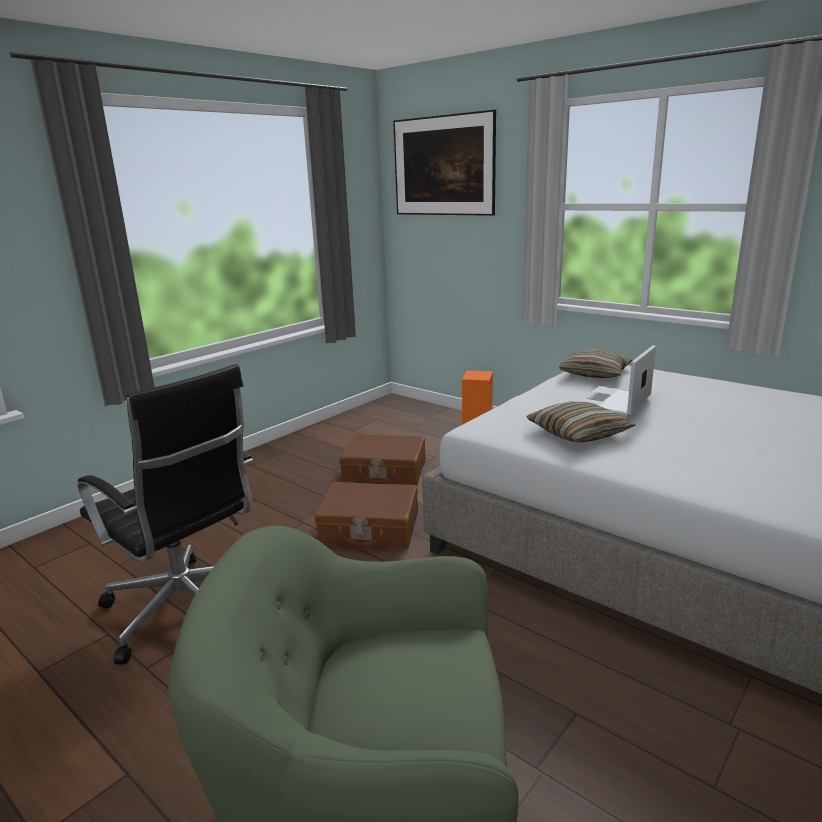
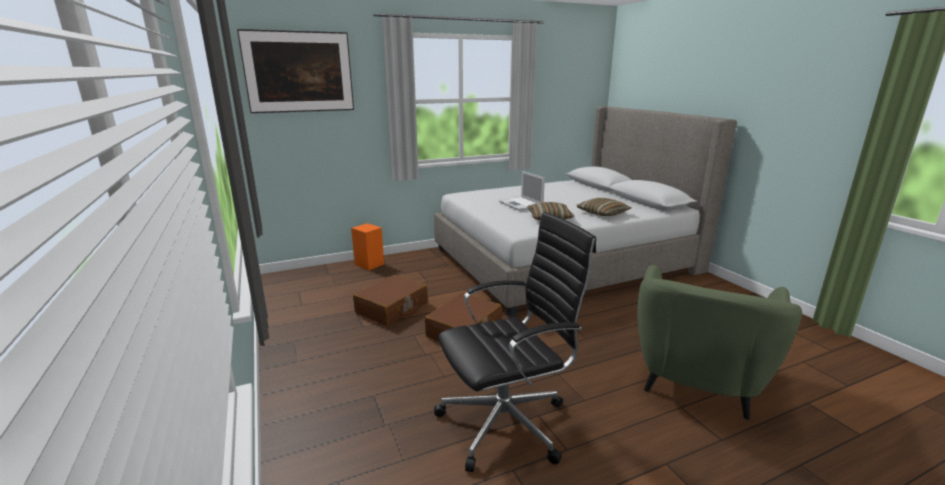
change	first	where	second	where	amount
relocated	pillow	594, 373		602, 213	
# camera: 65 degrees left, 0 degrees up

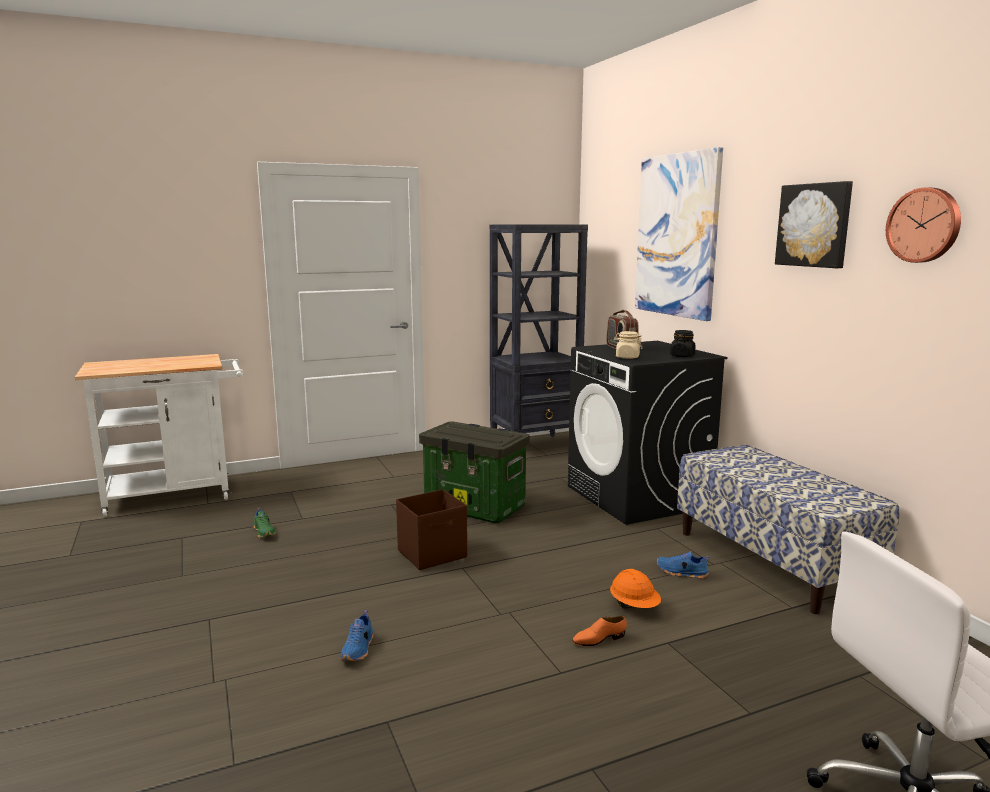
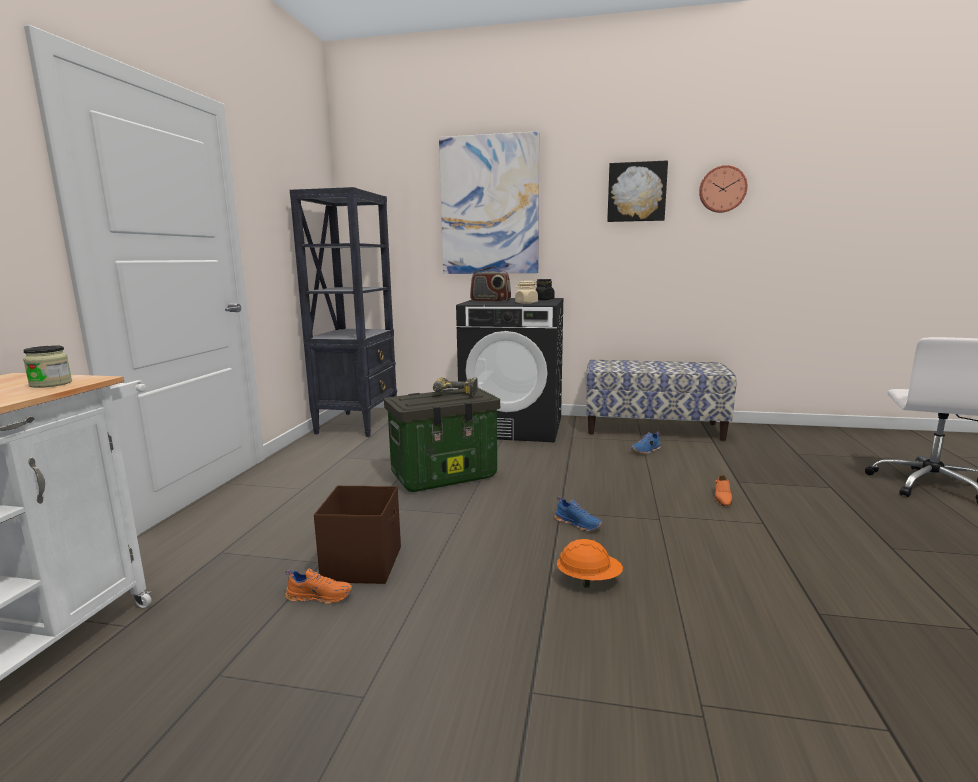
change	first	where	second	where	amount
appeared			jar	51, 384	
colour	shoe (green)	265, 532	shoe (orange)	320, 596	
relocated	storage box (brown)	433, 554		363, 564	
appeared			power drill	453, 395	
relocated	shoe (blue)	359, 649		578, 524	
relocated	hard hat (orange)	634, 607		589, 580	
# camera: 55 degrees left, 0 degrees up

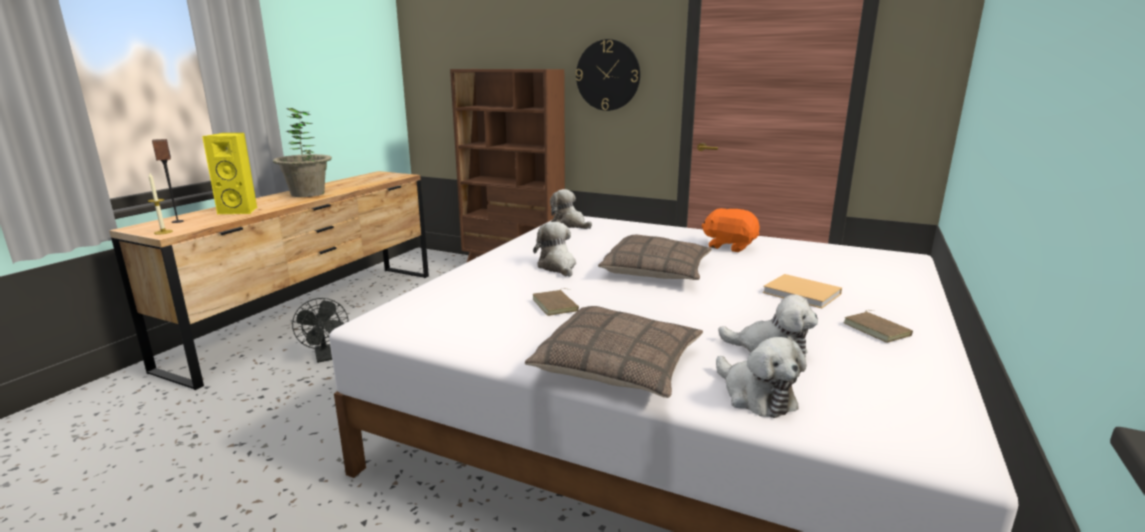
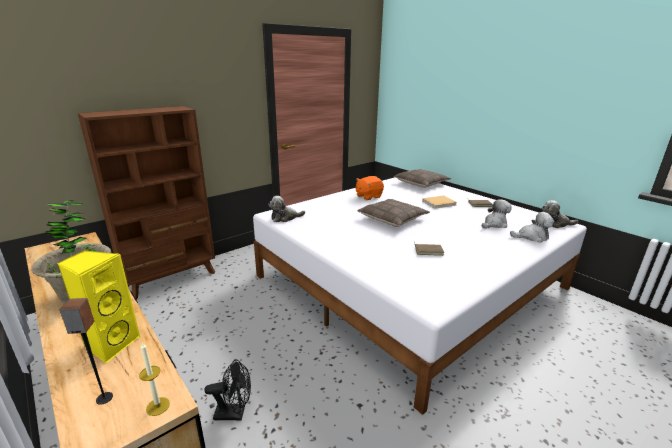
change	first	where	second	where	amount
relocated	pillow	618, 365		421, 183	
relocated	plush toy	557, 267		555, 224	
missing	wall clock	608, 75			
# camera: 65 degrees left, 5 degrees up

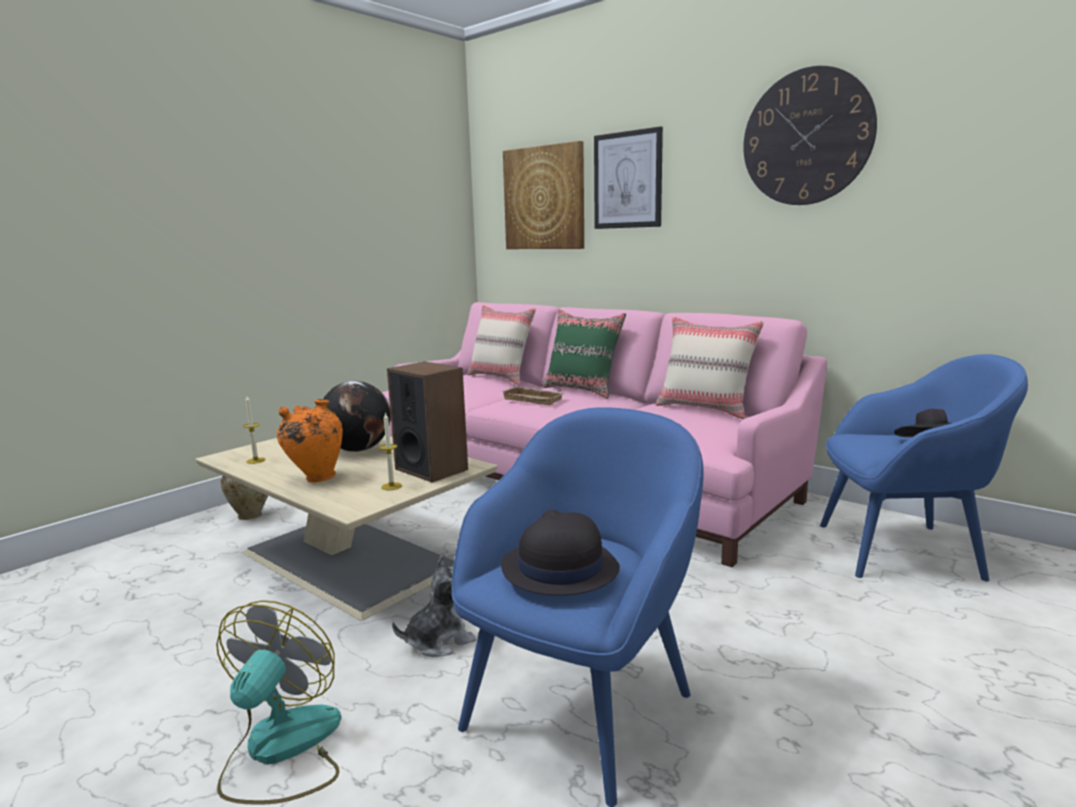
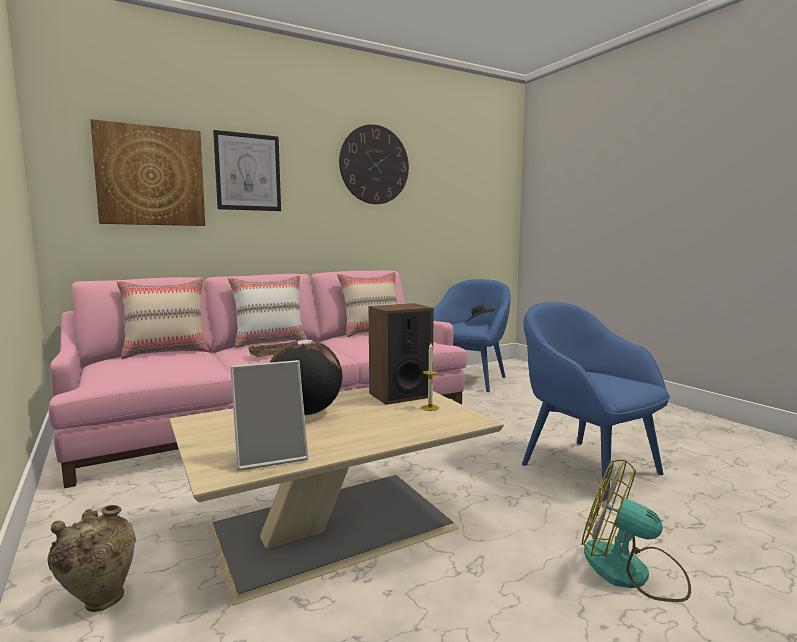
change	first	where	second	where	amount
colour	pillow (green)	582, 390	pillow (white)	270, 342	
exchanged	candle	256, 460	picture frame	271, 456	
missing	vase (orange)	316, 478			
missing	plush toy	439, 641			
missing	hat (black)	559, 568			
# camera: 70 degrees left, 5 degrees down

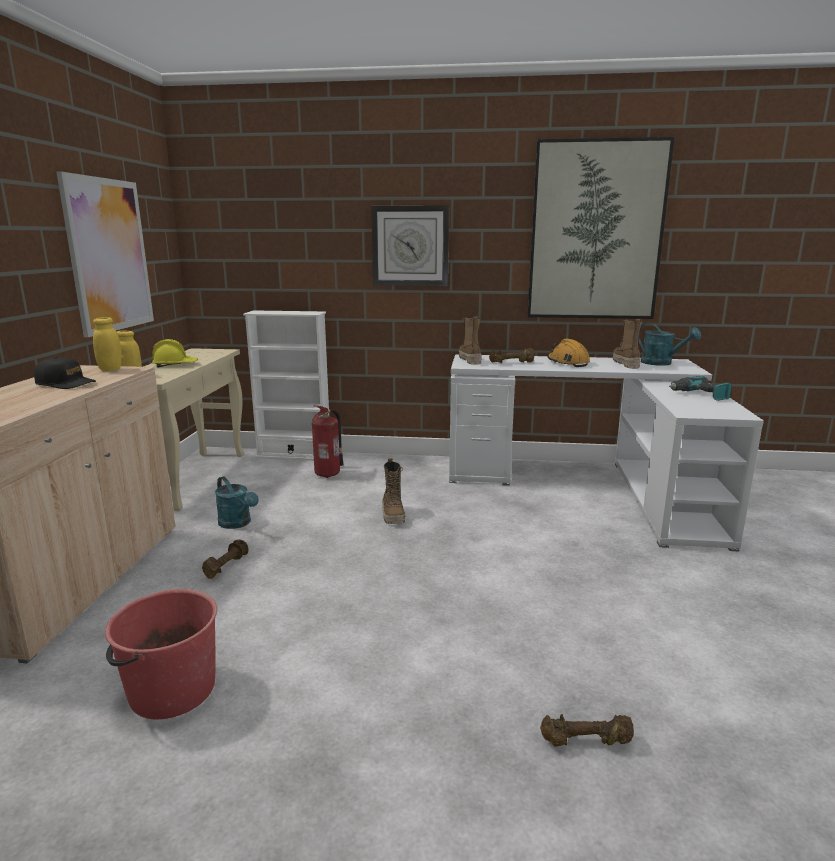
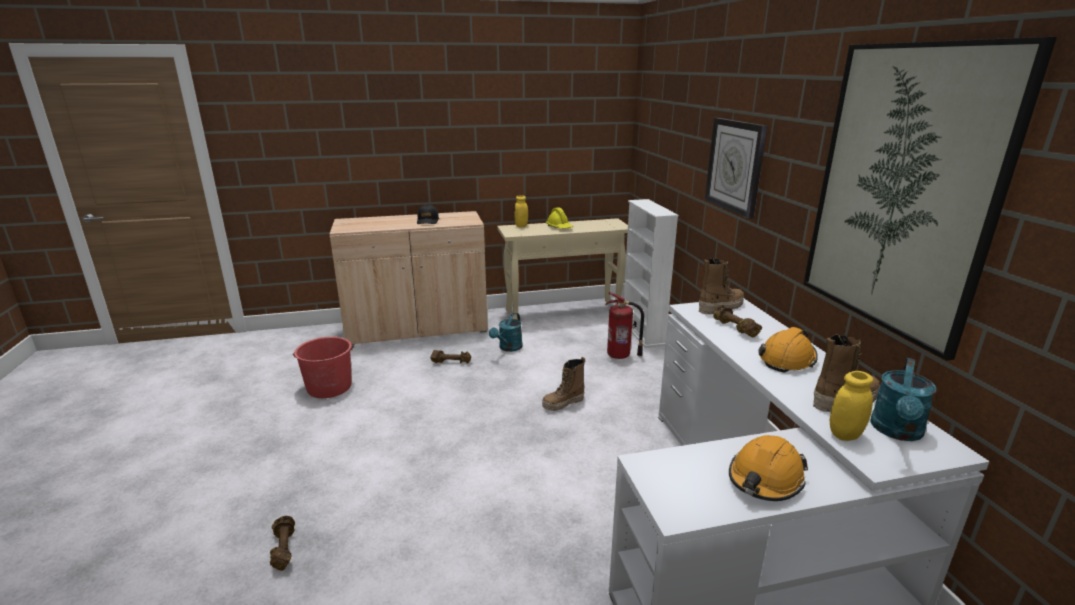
change	first	where	second	where	amount
exchanged	power drill	699, 395	hard hat (orange)	765, 479	
relocated	jar (yellow)	110, 369		845, 434	
missing	picture	109, 255			
# camera: 70 degrees right, 5 degrees up

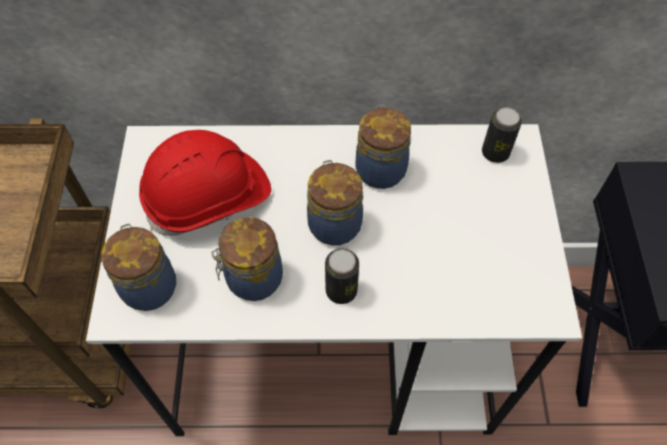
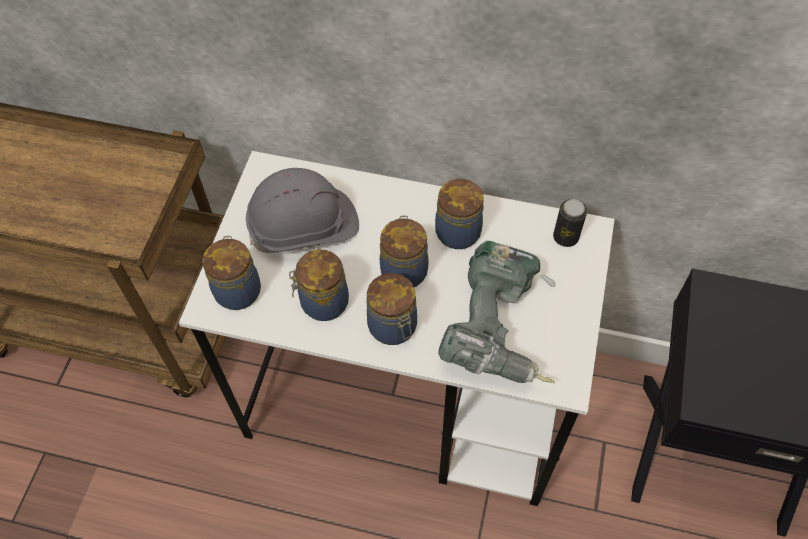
change	first	where	second	where	amount
colour	hard hat (red)	209, 198	hard hat (grey)	304, 227	
exchanged	can	341, 290	jar	393, 328	
appeared			power drill	502, 330	
# camera: 15 degrees right, 0 degrees up

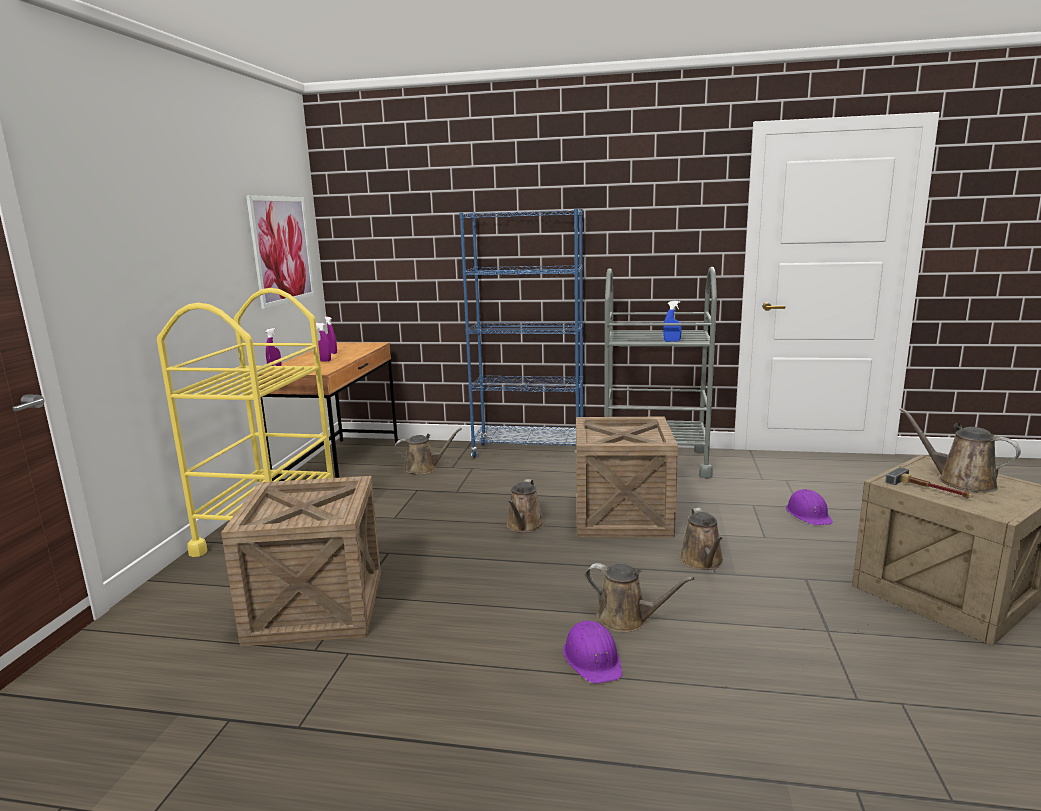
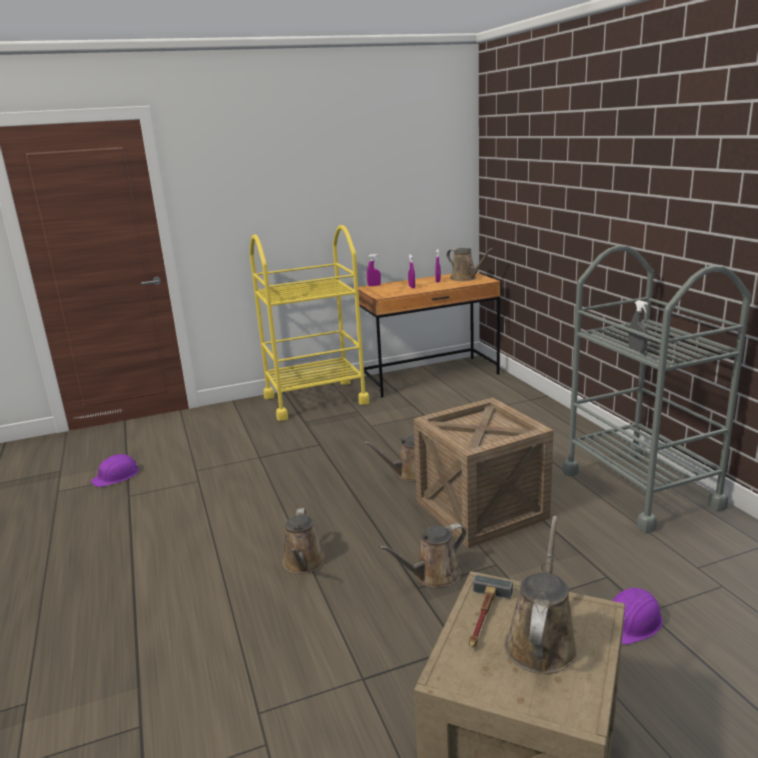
change	first	where	second	where	amount
relocated	hard hat (purple)	592, 659		116, 476	
relocated	watering can (brown)	424, 468		465, 278	
colour	spray bottle (blue)	672, 341	spray bottle (grey)	637, 350	
missing	crate	316, 607			
missing	picture	282, 250			
missing	bookcase (blue)	529, 452			
# camera: 60 degrees right, 5 degrees up

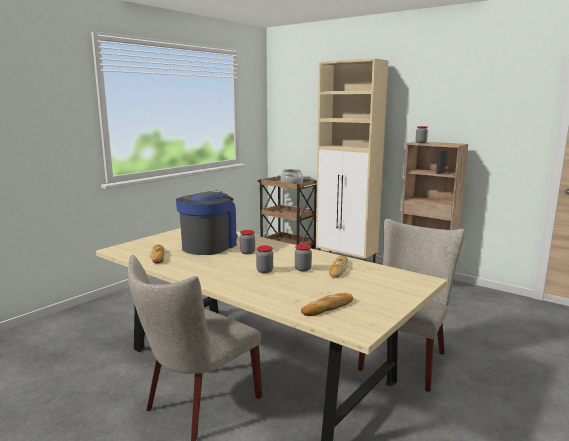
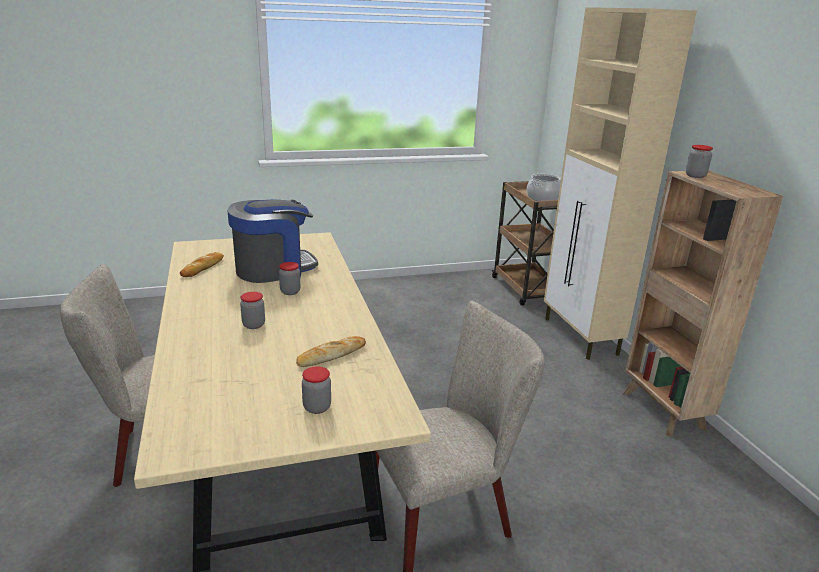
change	first	where	second	where	amount
relocated	jar	303, 269		317, 407	
missing	bread	328, 307			
# camera: 35 degrees right, 10 degrees up

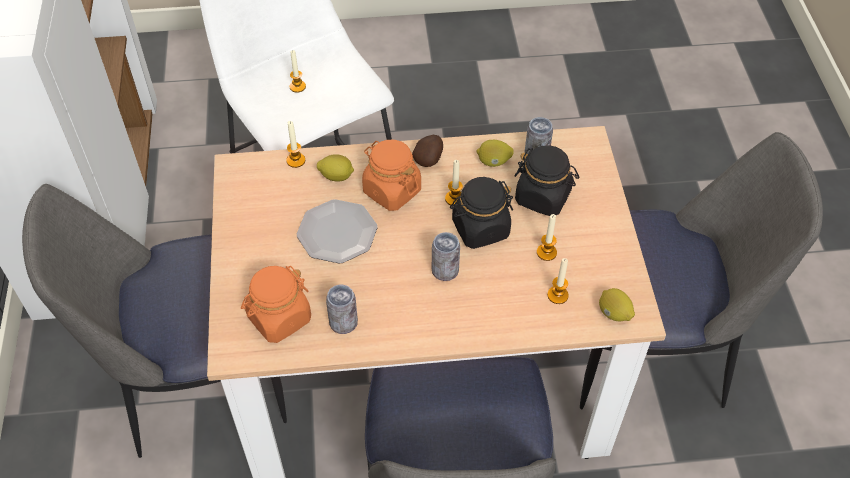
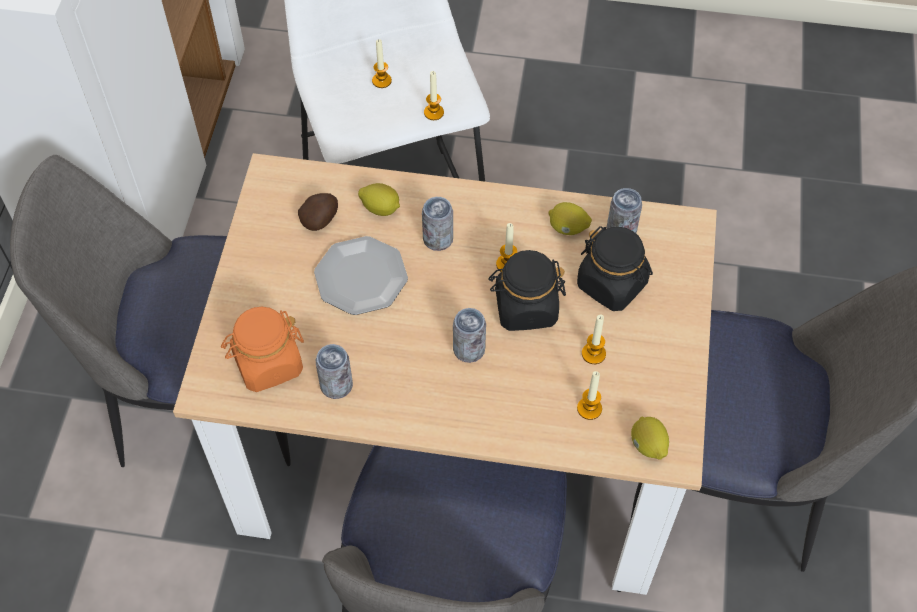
change	first	where	second	where	amount
relocated	potato	429, 159		320, 220	
exchanged	jar (orange)	391, 191	can	438, 239	
relocated	candle	296, 160		433, 112	
# camera: 15 degrees right, 5 degrees up

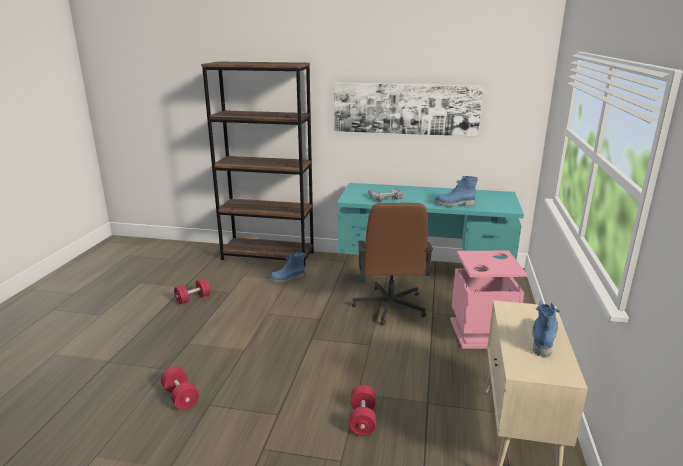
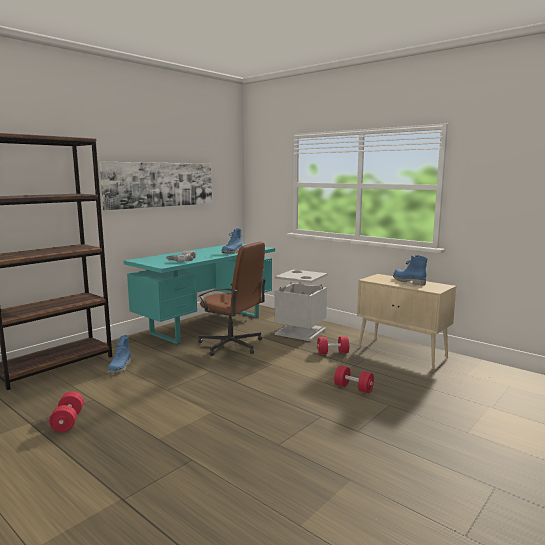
change	first	where	second	where	amount
colour	trash can (pink)	481, 333	trash can (grey)	300, 332	
relocated	dumbbell (red)	180, 397		332, 353	
# camera: 60 degrees left, 10 degrees down

